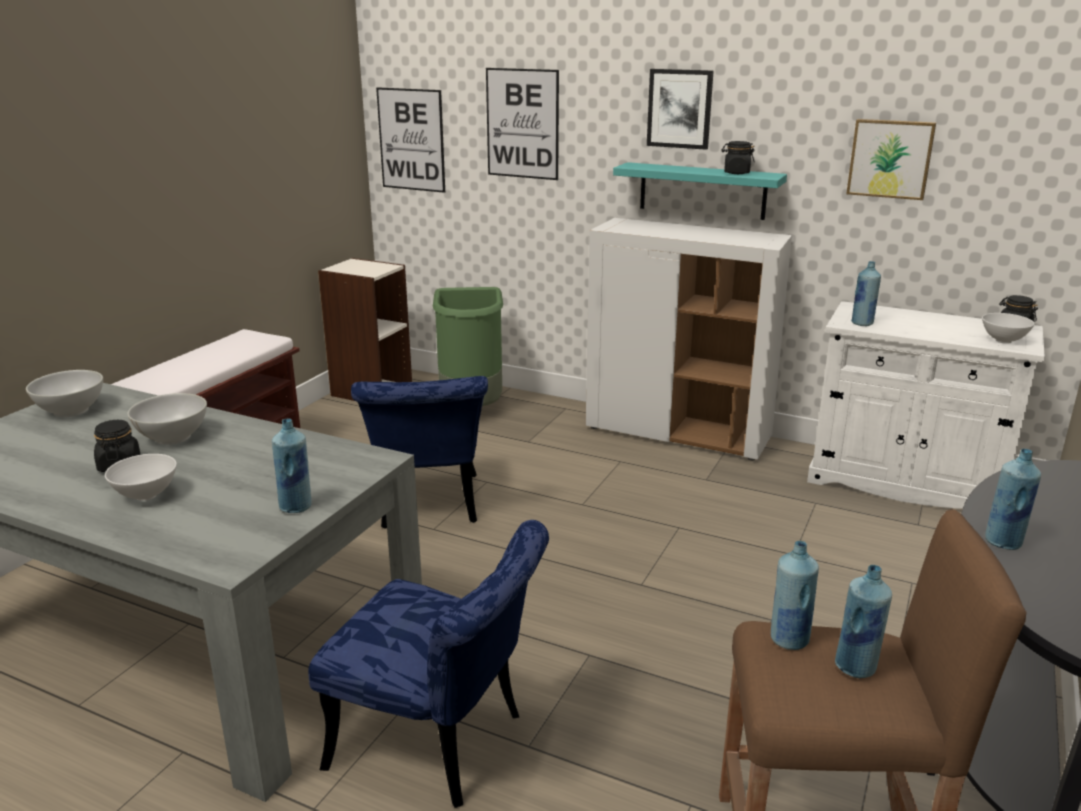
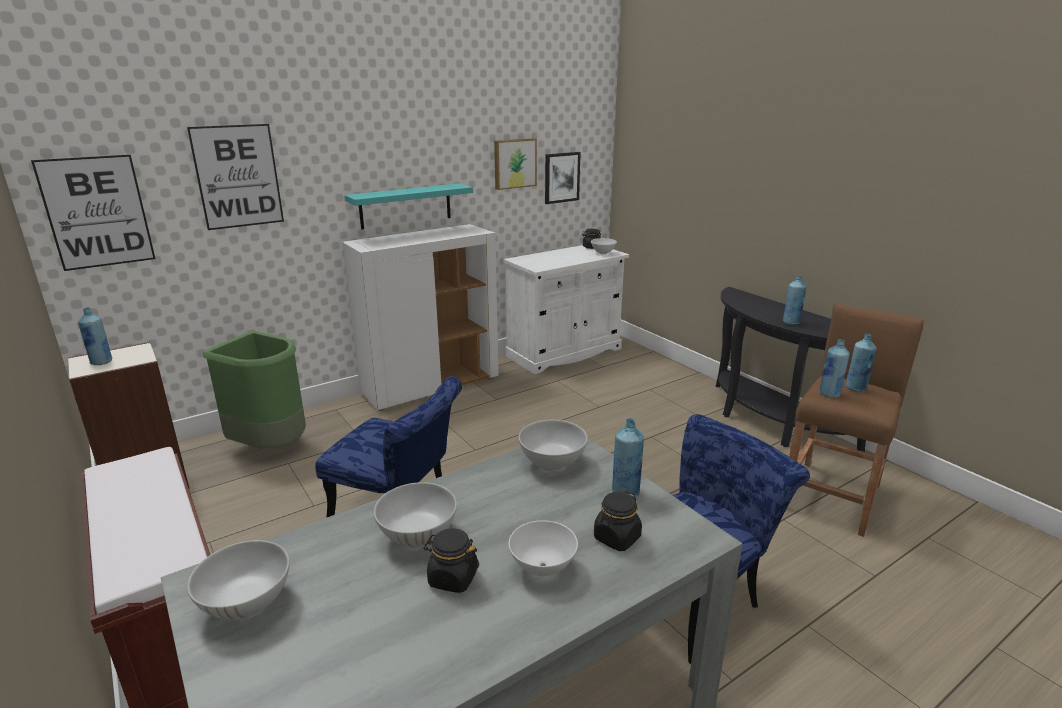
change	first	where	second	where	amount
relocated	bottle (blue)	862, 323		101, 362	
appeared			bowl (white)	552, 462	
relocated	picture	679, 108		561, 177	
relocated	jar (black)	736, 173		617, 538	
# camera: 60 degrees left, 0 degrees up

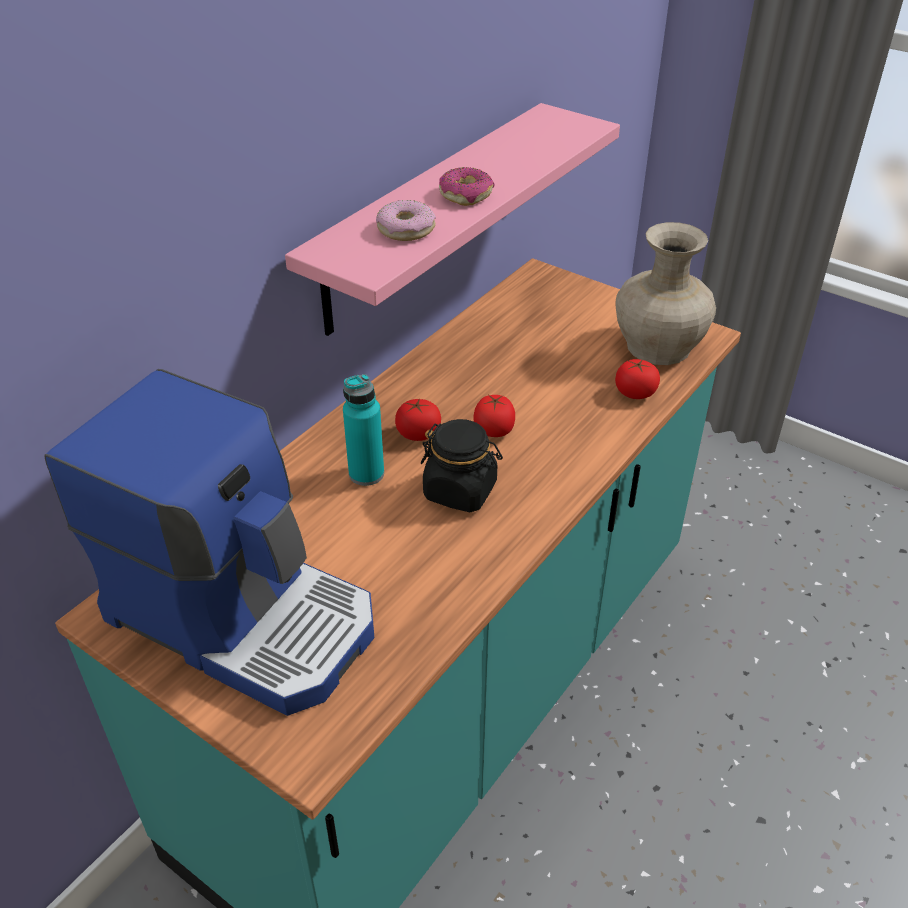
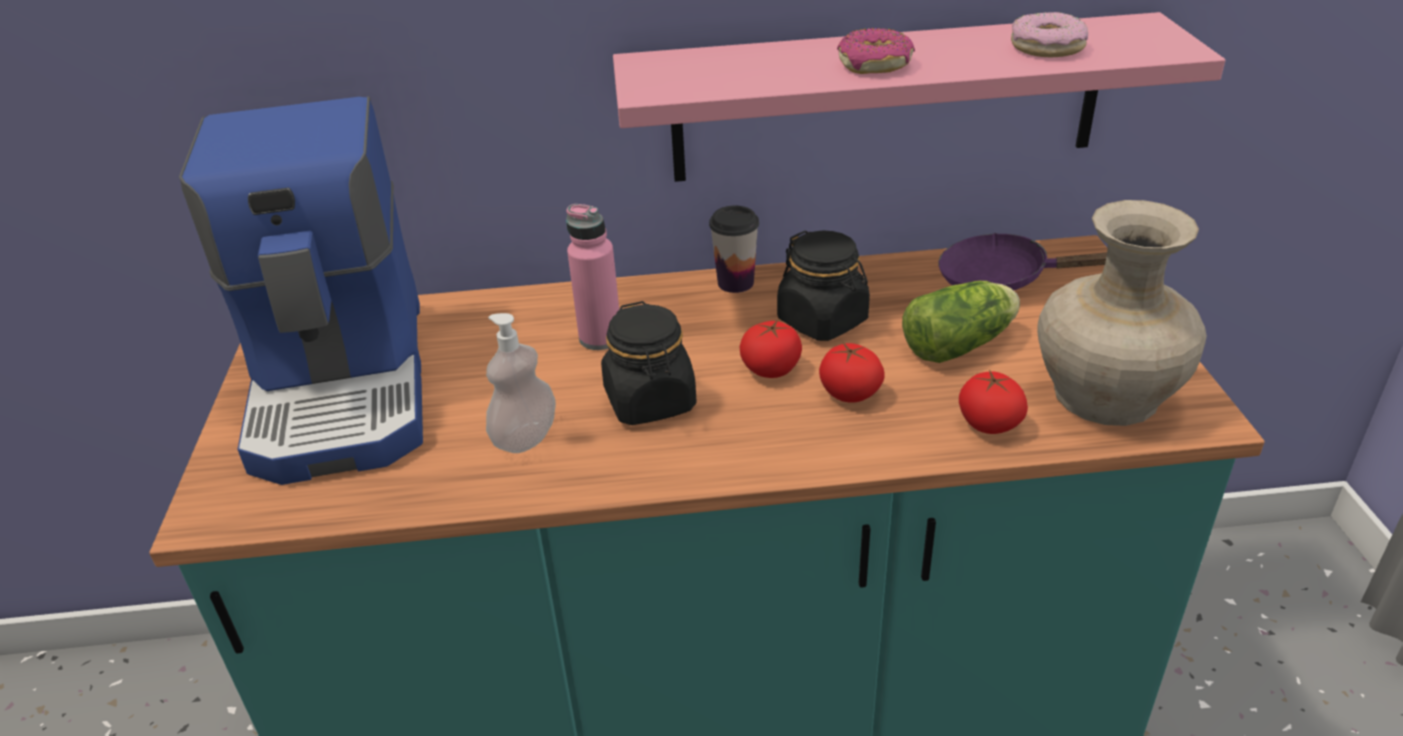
change	first	where	second	where	amount
appeared			soap dispenser	525, 438	
colour	bottle (turquoise)	366, 474	bottle (pink)	600, 338	
appeared			cup	735, 283	
appeared			jar (black)	823, 320	
relocated	tomato	418, 434		849, 393	
appeared			lettuce	962, 344	
appeared			frying pan (purple)	1003, 279	
relocated	donut	406, 229		1047, 47	
# camera: 50 degrees right, 5 degrees down

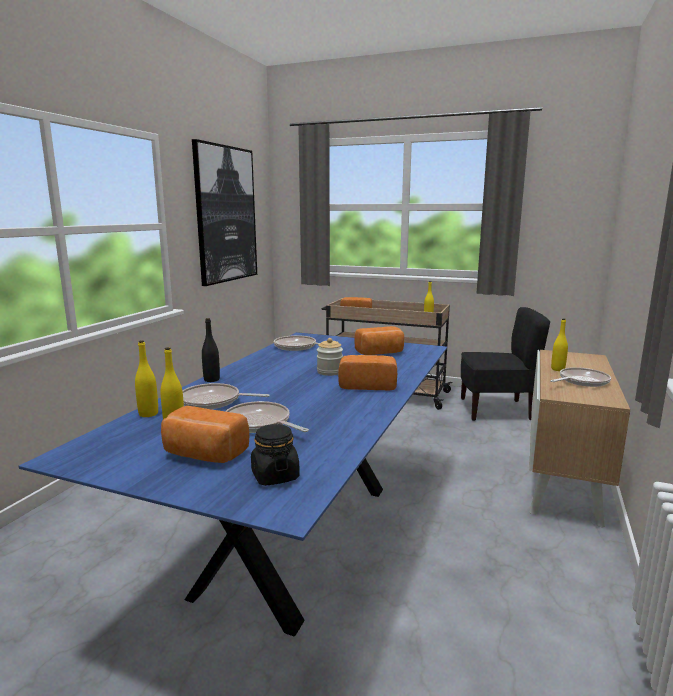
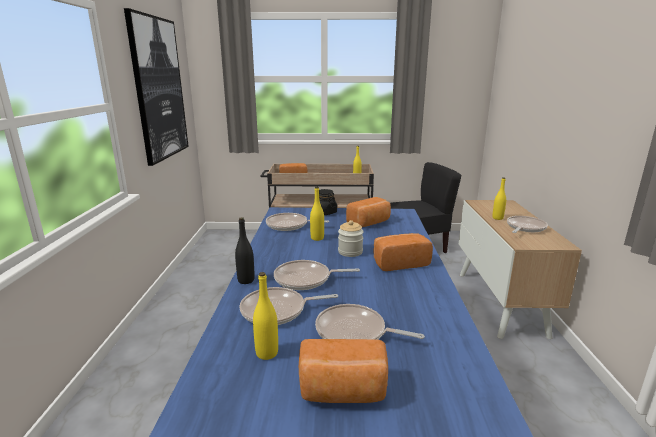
change	first	where	second	where	amount
appeared			frying pan	306, 279	
relocated	bottle (yellow)	148, 414		317, 238	
relocated	jar (black)	275, 476		325, 212	
# camera: 20 degrees left, 5 degrees up

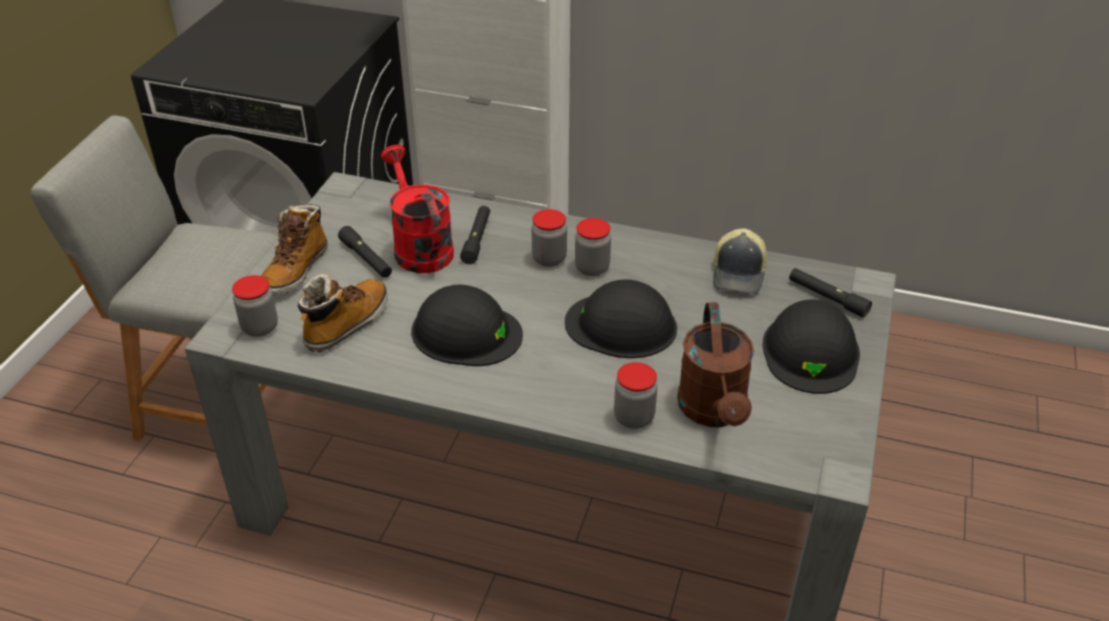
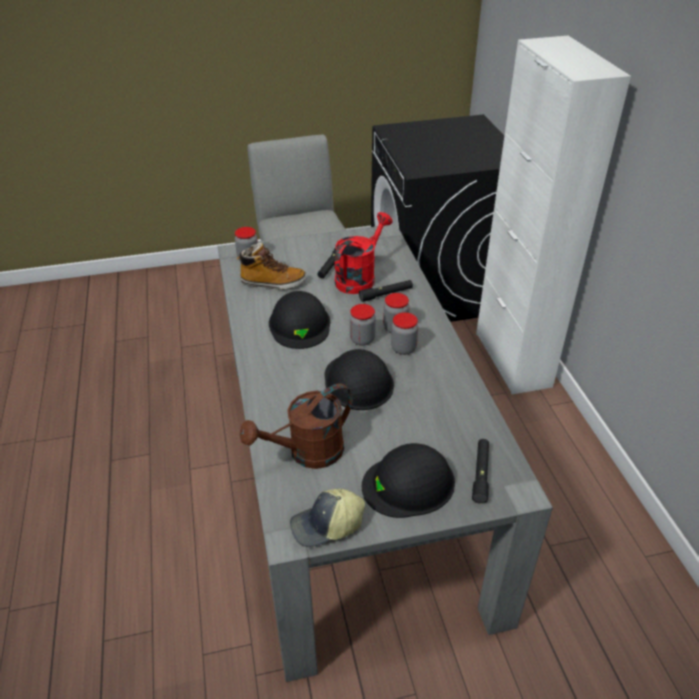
change	first	where	second	where	amount
relocated	cap	739, 274		327, 526	
relocated	jar	634, 417		362, 339	
missing	boot	295, 270			
# camera: 60 degrees right, 0 degrees up

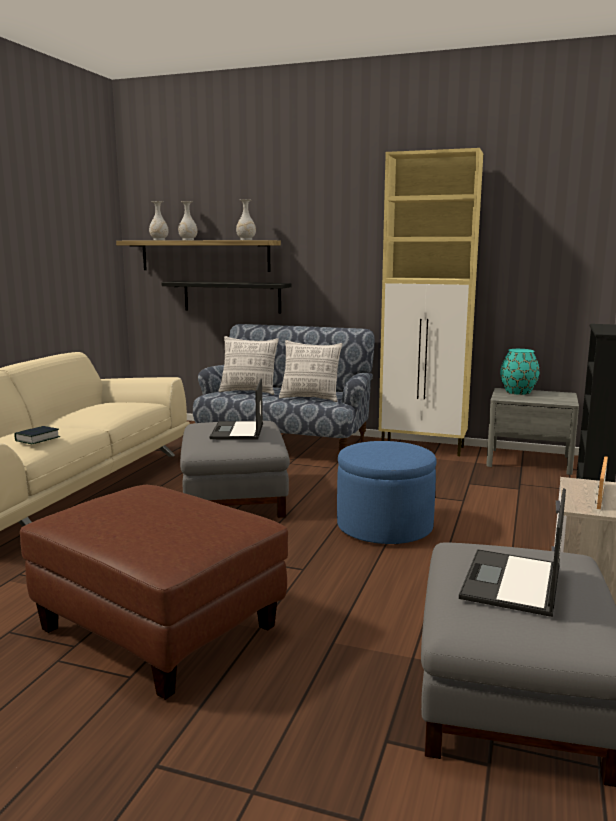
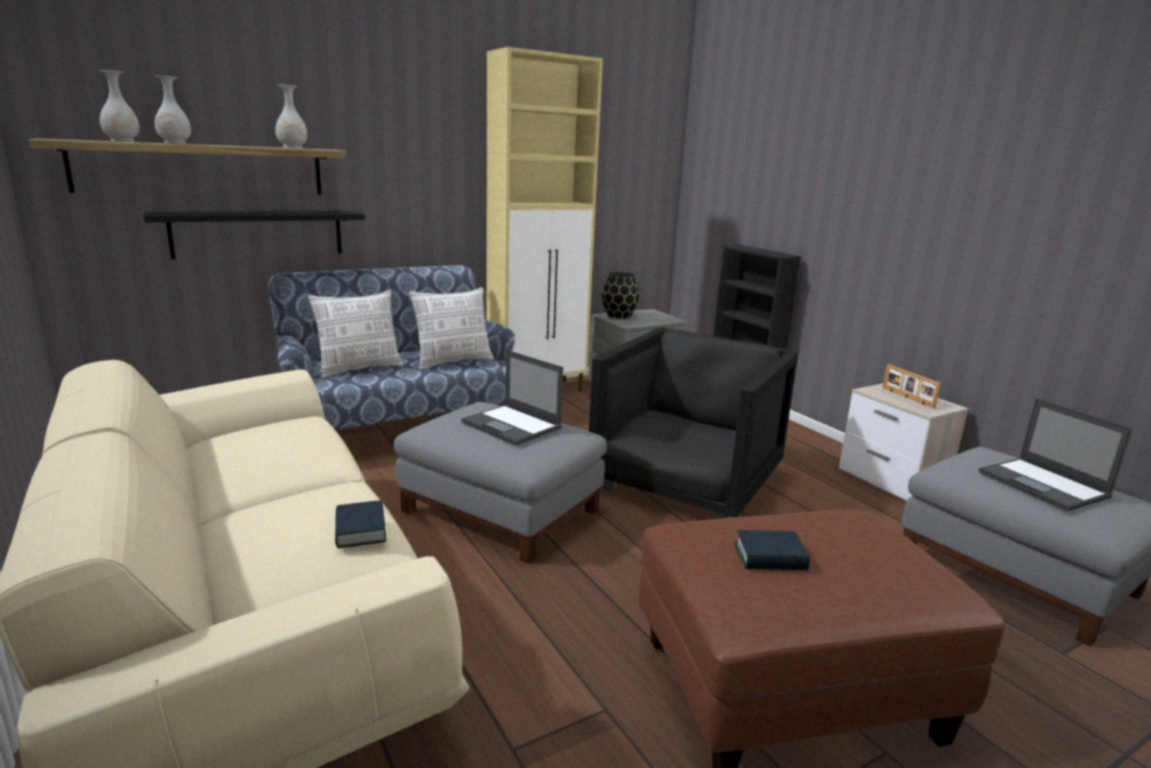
change	first	where	second	where	amount
exchanged	ottoman (blue)	384, 527	armchair (black)	686, 483	
colour	vase (turquoise)	517, 392	vase (black)	618, 316	
appeared			book	770, 557	
# camera: 50 degrees left, 5 degrees up

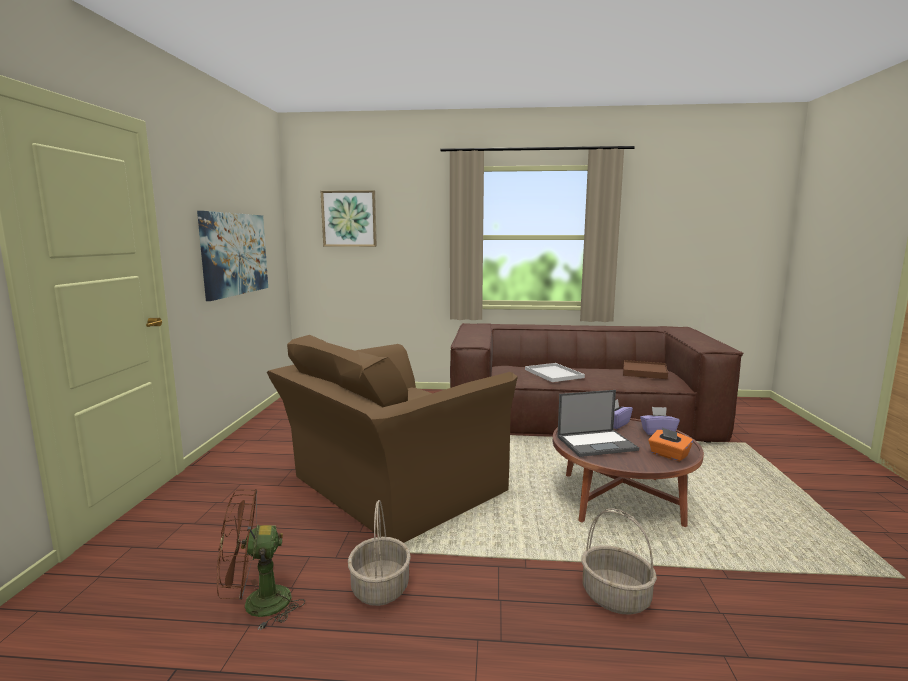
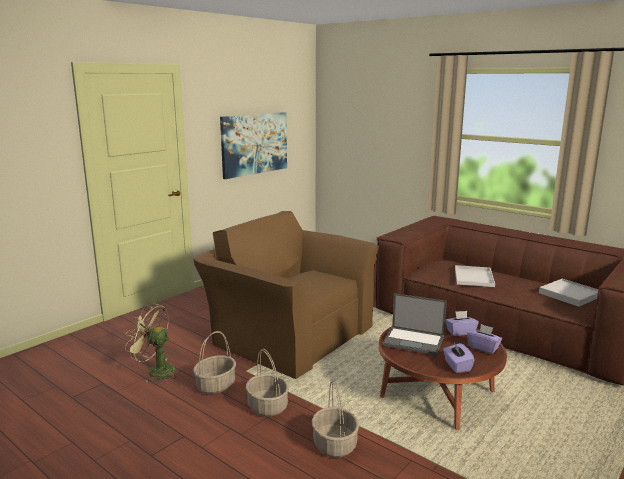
change	first	where	second	where	amount
colour	fan (brown)	256, 605	fan (green)	155, 370	
spun	armchair (brown)	389, 487		288, 333	45 degrees clockwise
appeared			basket	268, 407	
colour	tissue box (orange)	668, 455	tissue box (purple)	457, 366	
colour	tray (brown)	644, 372	tray (white)	569, 295	
missing	picture	349, 219			
# camera: 35 degrees right, 5 degrees up

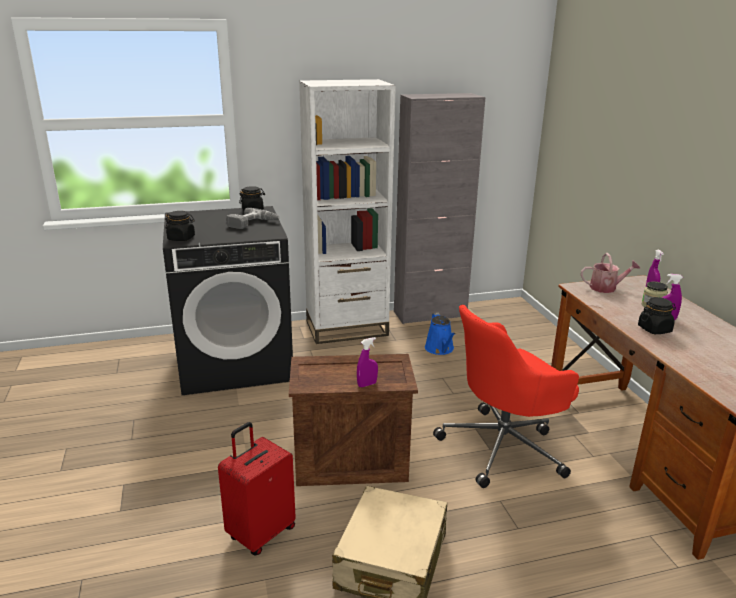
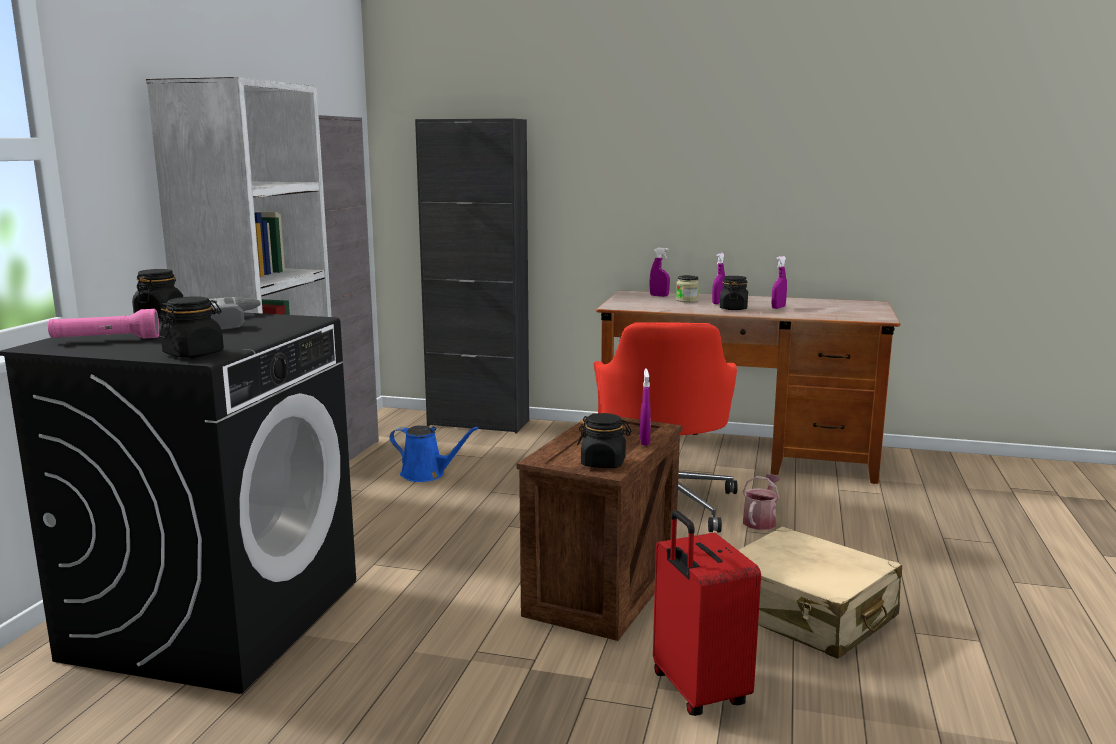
change	first	where	second	where	amount
appeared			flashlight (pink)	106, 340	
appeared			cabinet (black)	478, 423	
appeared			jar (black)	603, 463	
relocated	watering can	606, 288		760, 520	
appeared			spray bottle (purple)	778, 308	
# camera: 60 degrees left, 10 degrees down

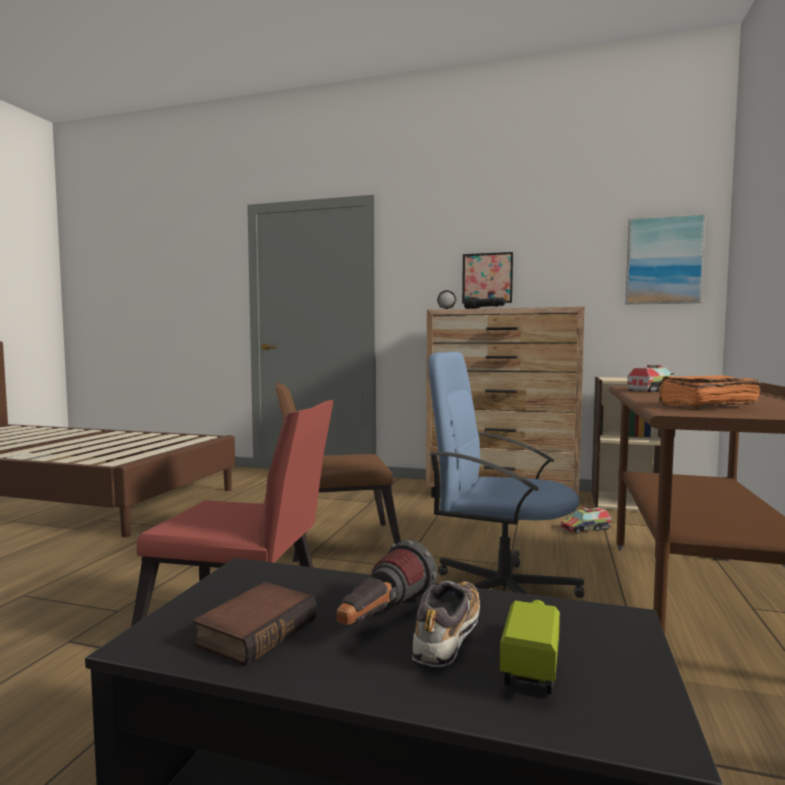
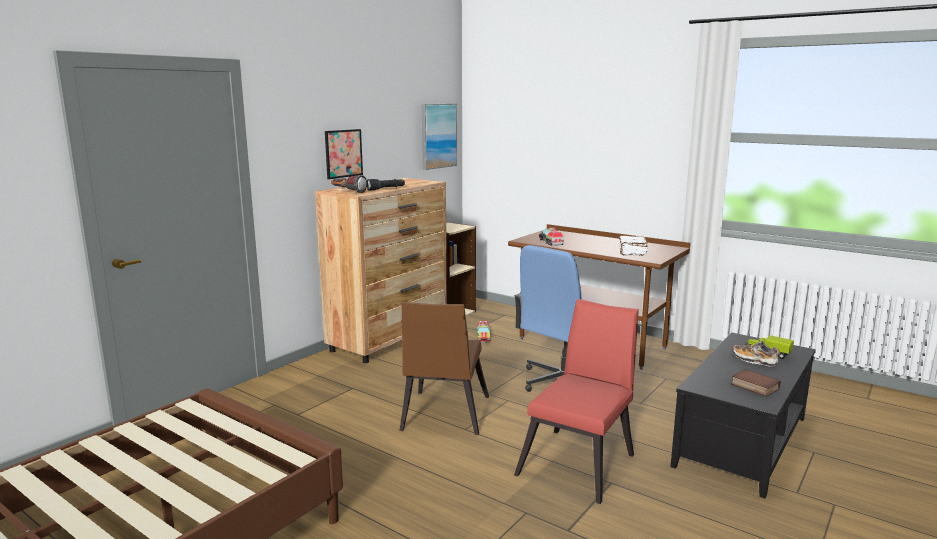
change	first	where	second	where	amount
colour	book (orange)	705, 406	book (white)	632, 252	
missing	flashlight	382, 618			
# camera: 70 degrees left, 10 degrees up

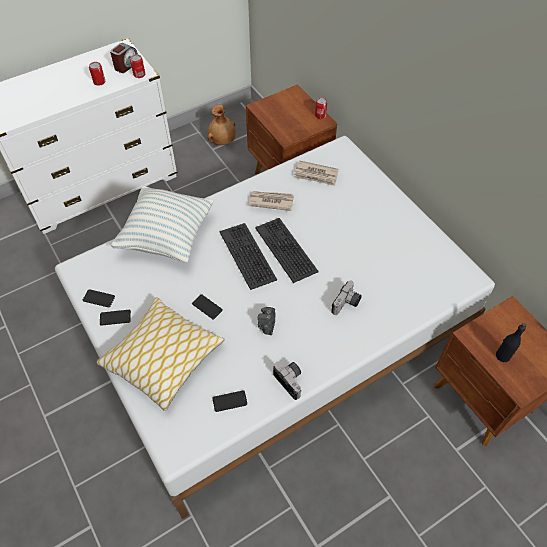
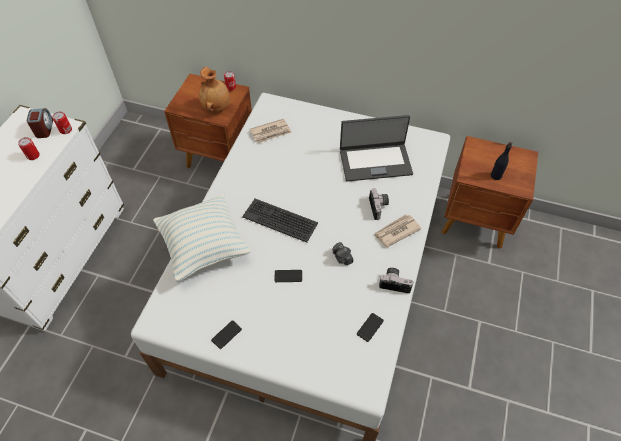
change	first	where	second	where	amount
relocated	vase (brown)	223, 141		217, 107	
appeared			laptop	375, 161	
relocated	newspaper	271, 201		396, 231	
missing	phone	99, 298			
missing	pillow	163, 357			
missing	keyboard	286, 249			
# camera: 40 degrees left, 0 degrees up

